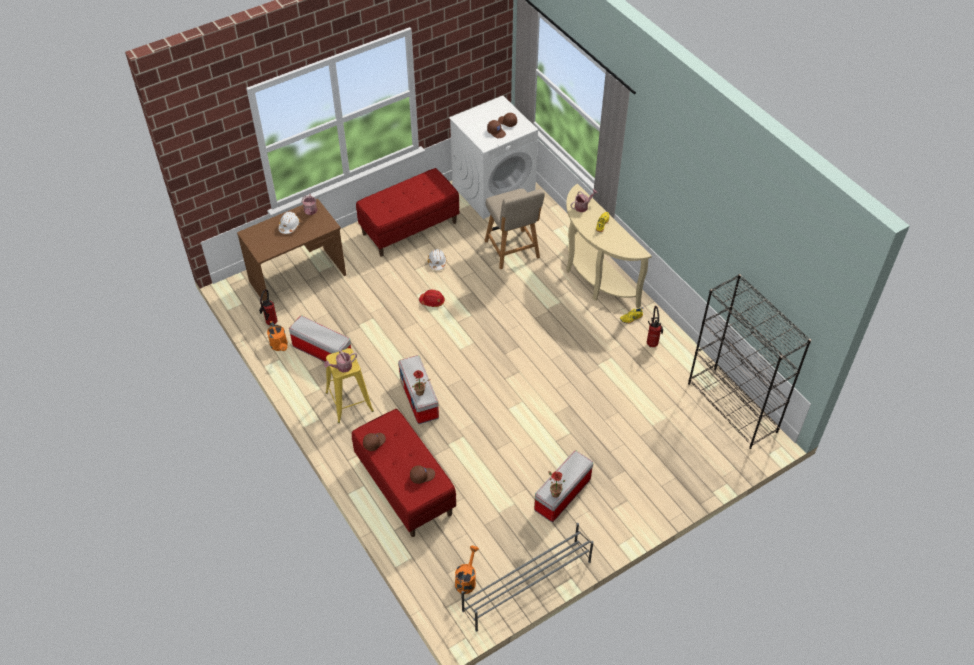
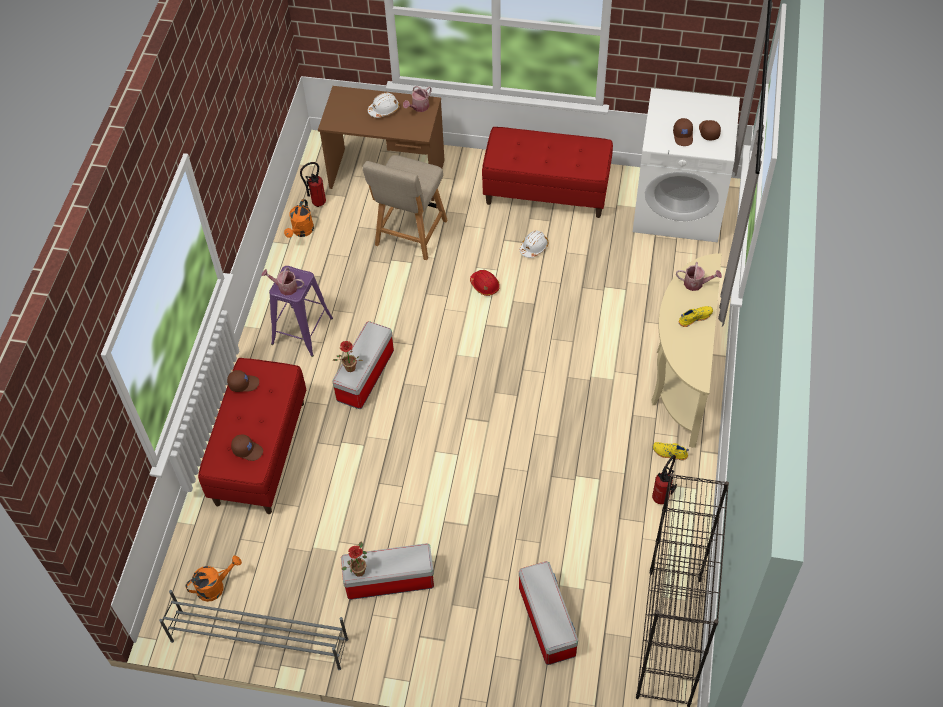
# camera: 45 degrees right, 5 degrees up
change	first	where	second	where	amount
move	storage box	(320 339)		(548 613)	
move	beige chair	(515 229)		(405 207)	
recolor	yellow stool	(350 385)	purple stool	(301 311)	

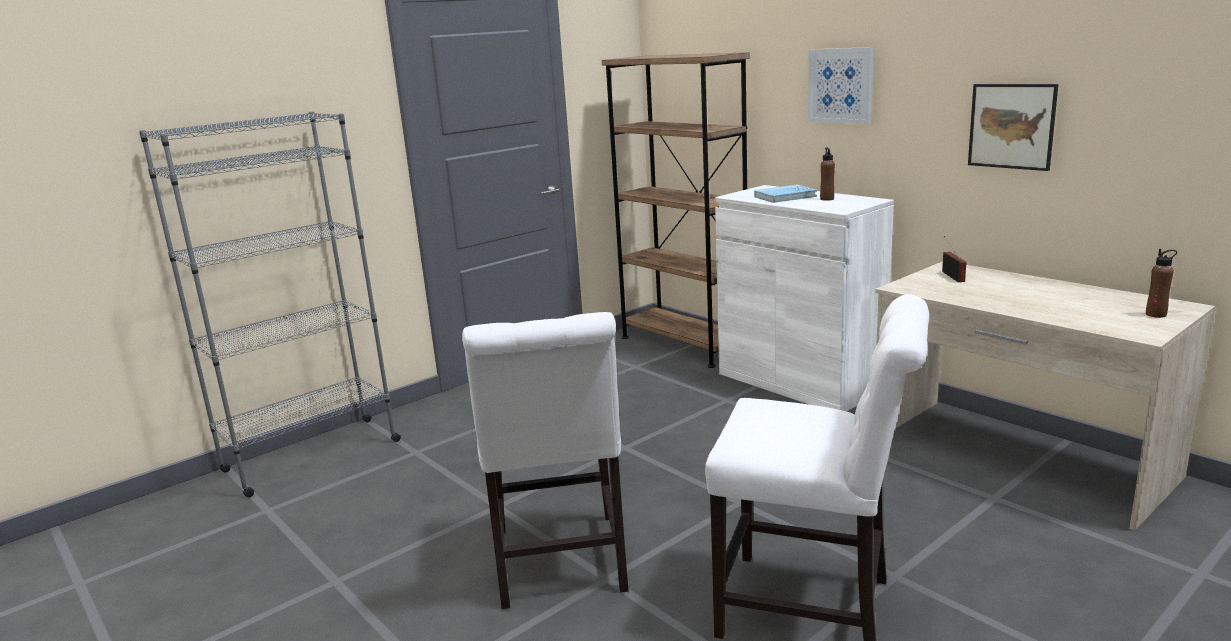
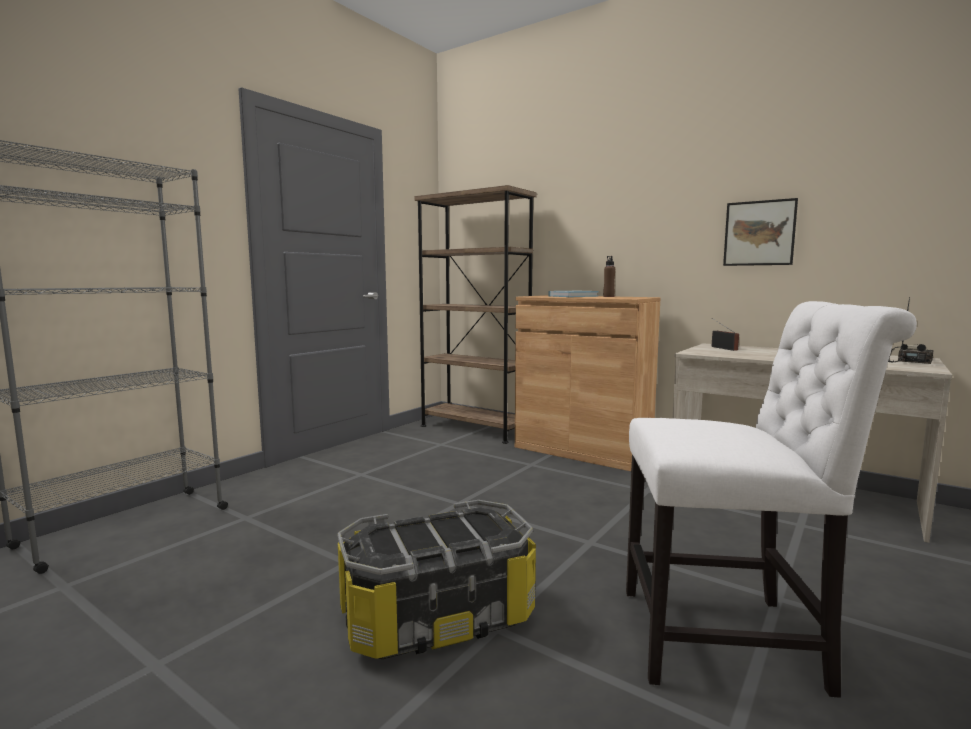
# camera: 15 degrees left, 10 degrees down
change	first	where	second	where	amount
delete	picture	(841 85)			
replace	white chair	(545 460)	storage box	(437 580)	
replace	brown bottle	(1161 283)	radio	(911 330)	
recolor	white cabinet	(804 298)	brown cabinet	(588 383)	

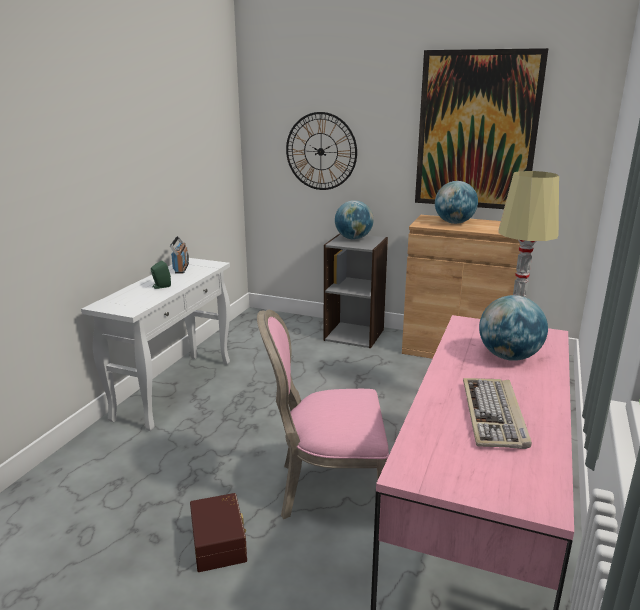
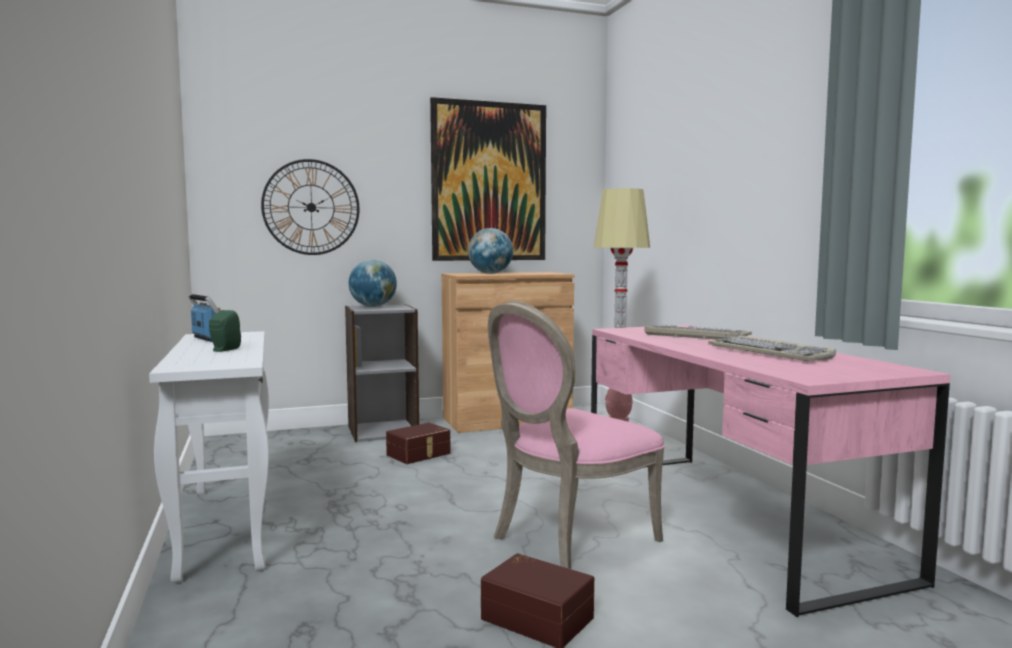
# camera: 40 degrees left, 15 degrees down
change	first	where	second	where	amount
insert			brown storage box	(418 443)	
replace	globe	(513 328)	keyboard	(698 332)	

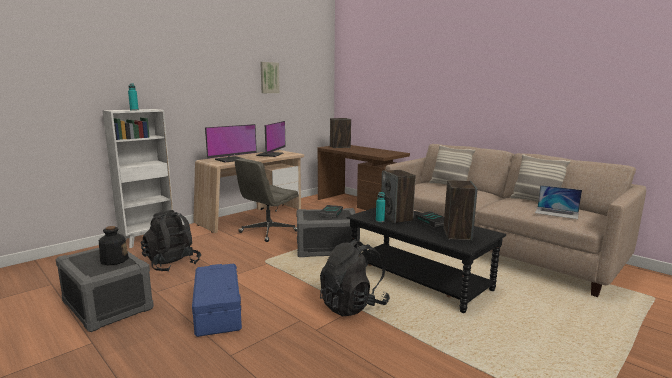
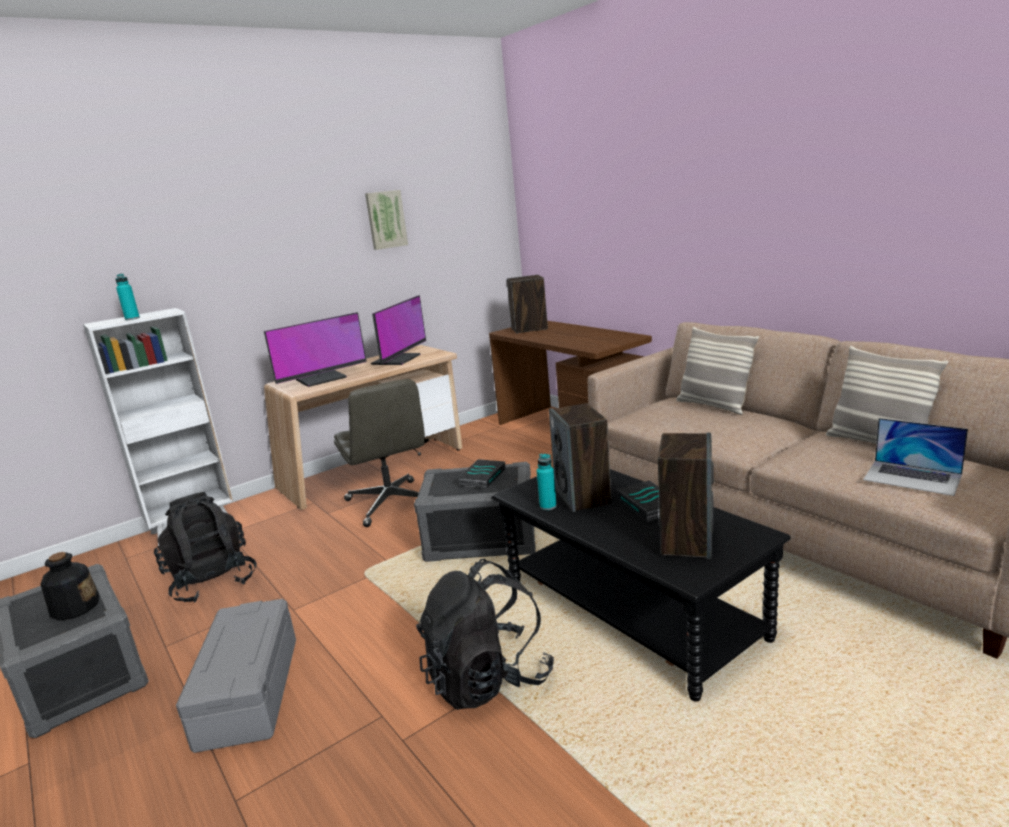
# camera: 10 degrees right, 5 degrees up
change	first	where	second	where	amount
recolor	blue storage box	(217 300)	grey storage box	(236 676)	
rotate	grey office chair	(267 200)		(379 453)	75 degrees counterclockwise

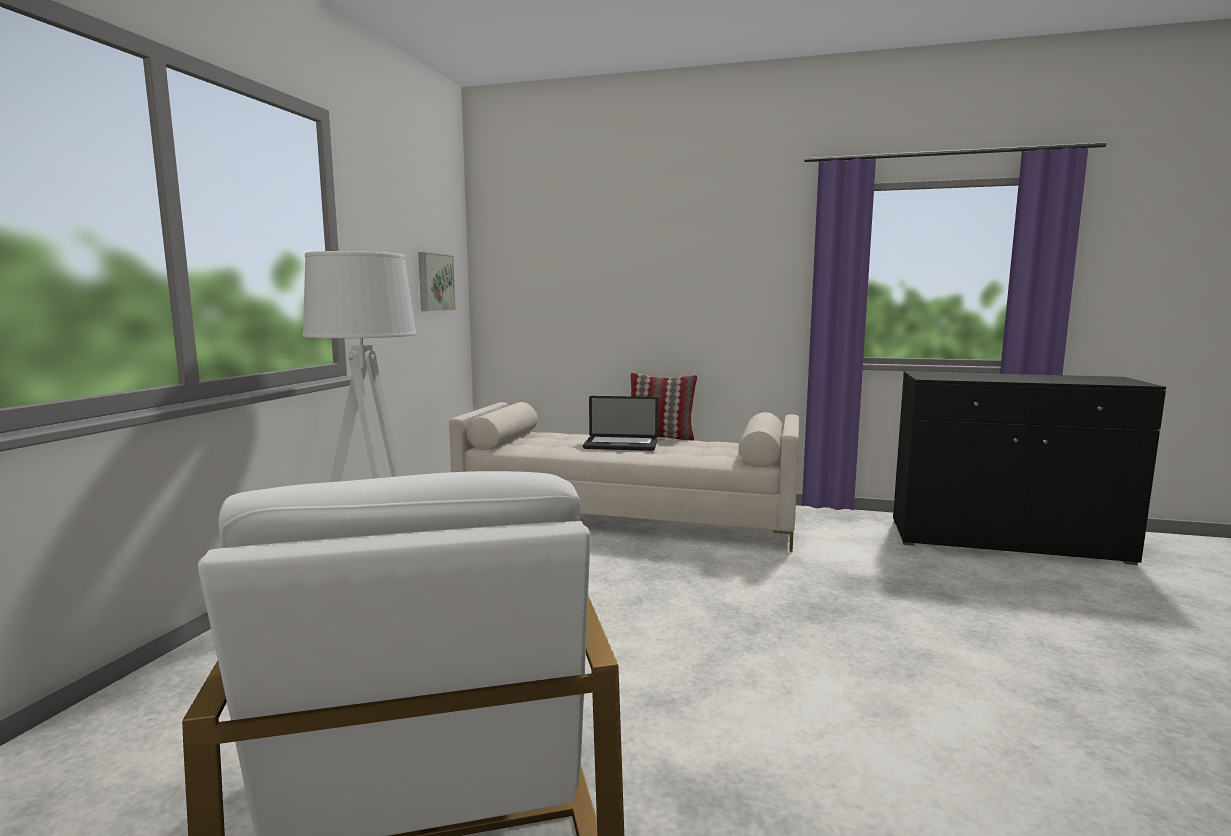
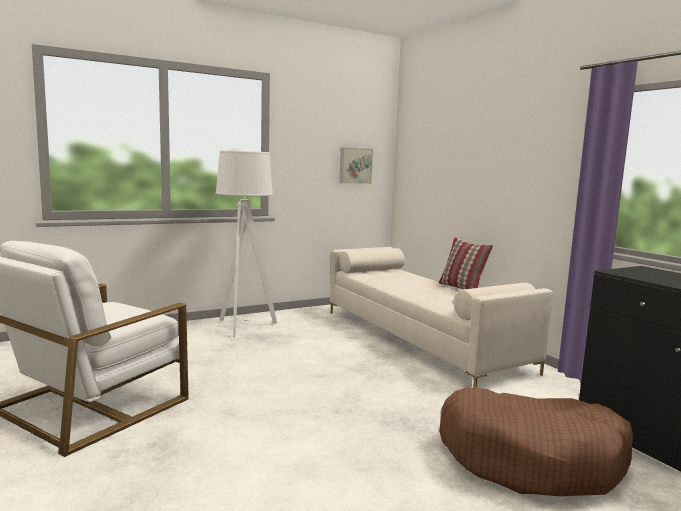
# camera: 45 degrees right, 0 degrees up
change	first	where	second	where	amount
delete	laptop	(620 423)			
insert			brown dog bed	(536 442)	

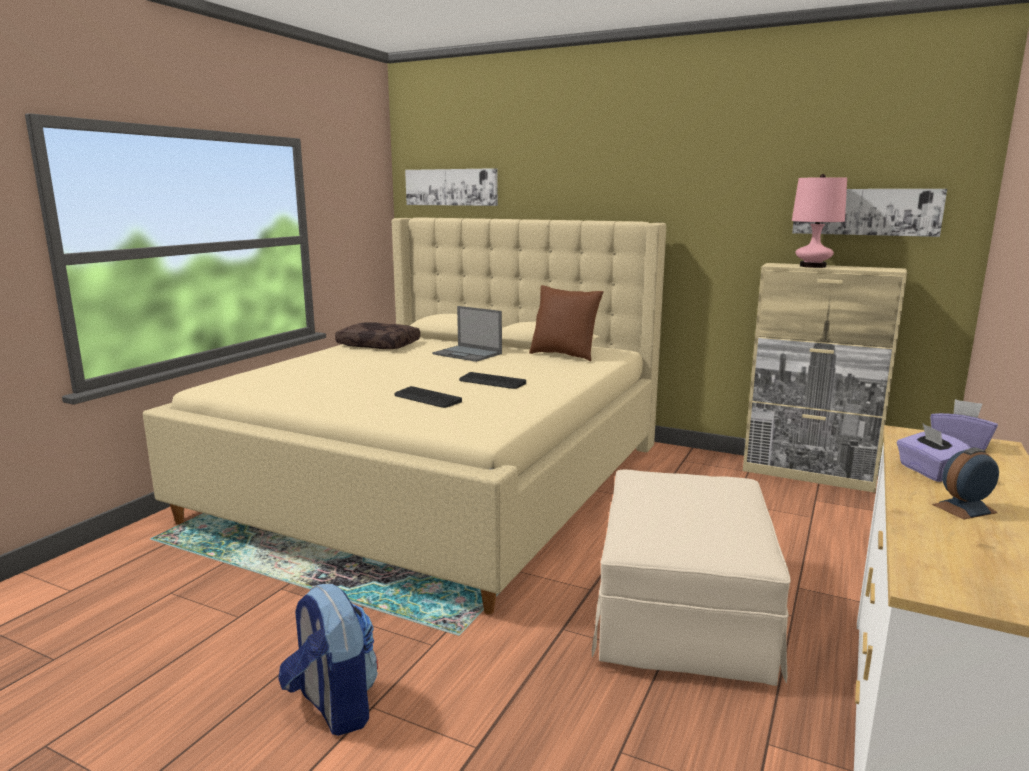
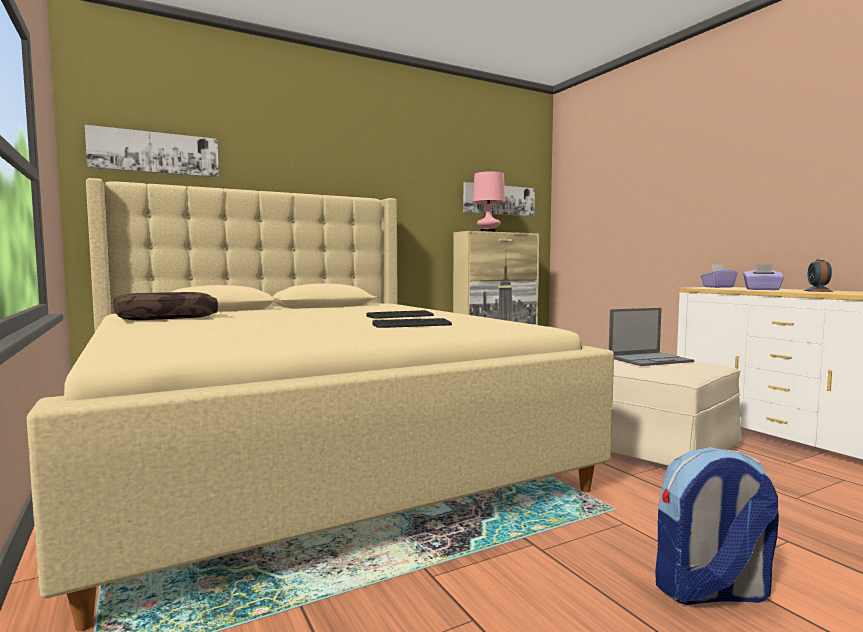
# camera: 55 degrees left, 10 degrees down
change	first	where	second	where	amount
delete	brown pillow	(566 323)			
move	laptop	(467 334)		(651 337)	

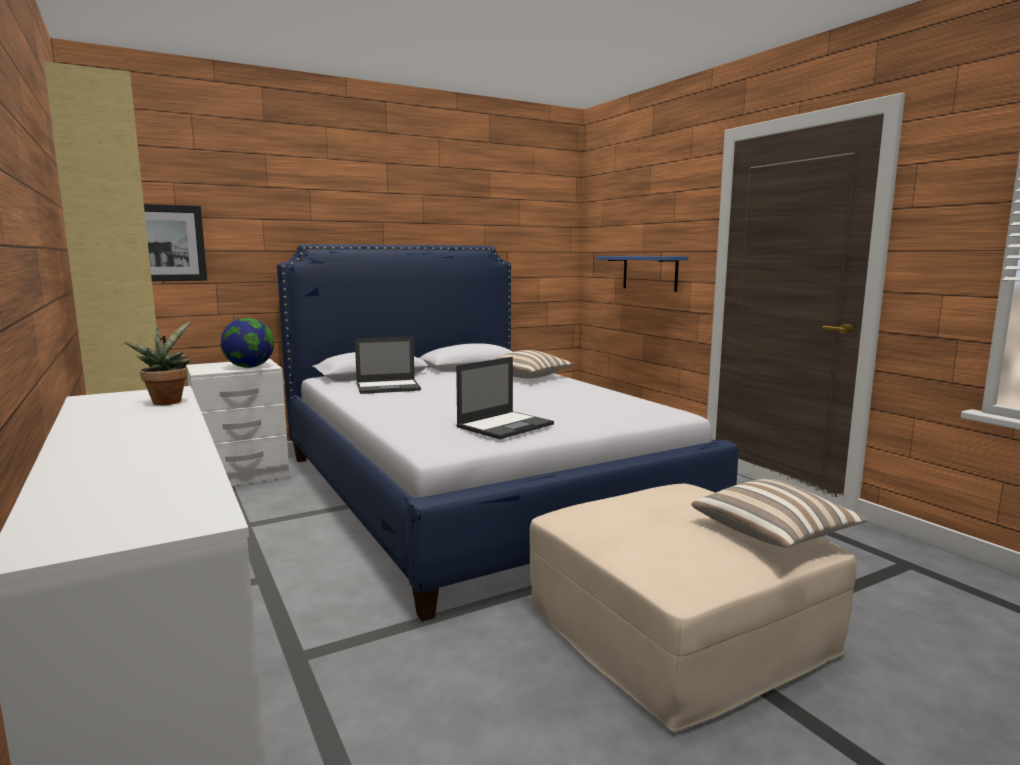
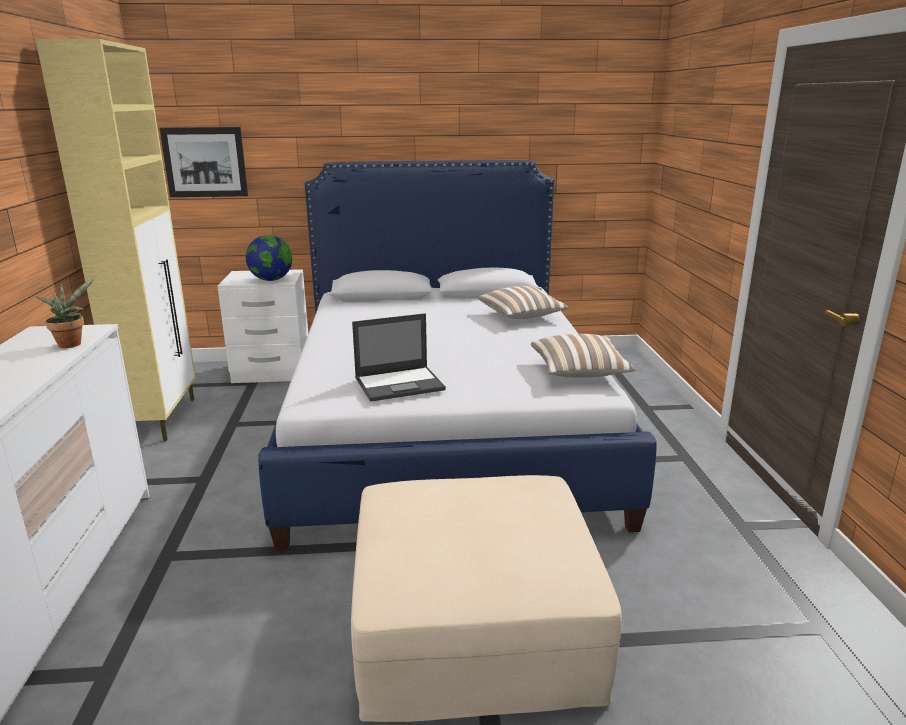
# camera: 25 degrees right, 10 degrees up
change	first	where	second	where	amount
delete	laptop	(388 365)			
delete	blue shelf	(642 274)			
move	pillow	(779 513)		(583 356)	

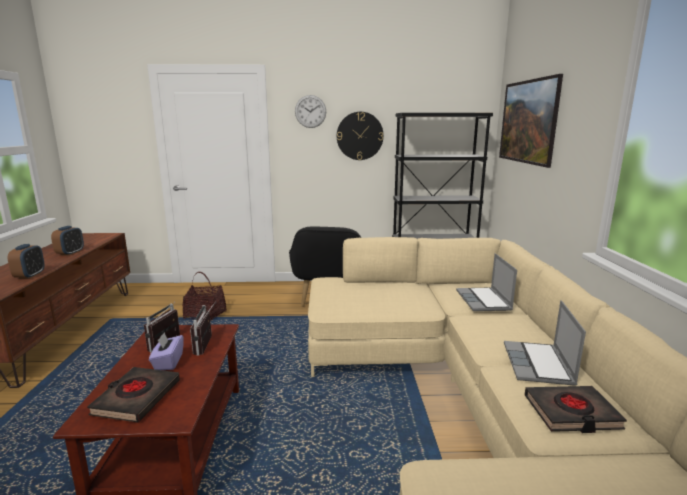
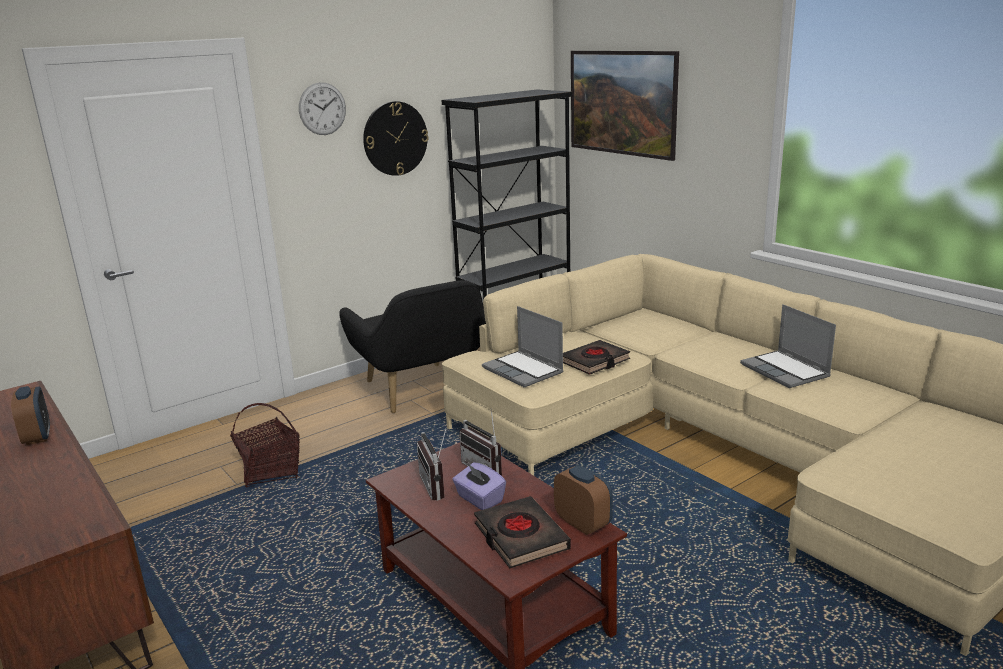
# camera: 35 degrees left, 5 degrees up
change	first	where	second	where	amount
move	alarm clock	(26 261)		(583 500)	
move	laptop	(486 282)		(523 346)	
move	black book	(576 409)		(596 357)	

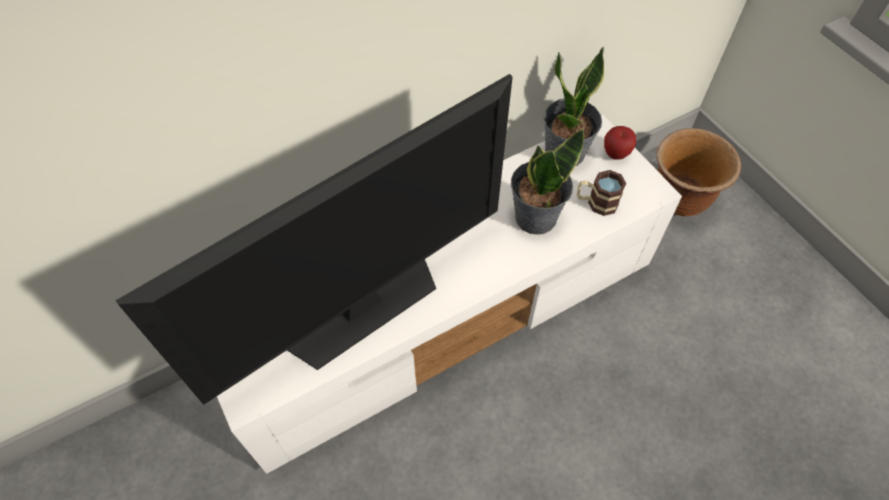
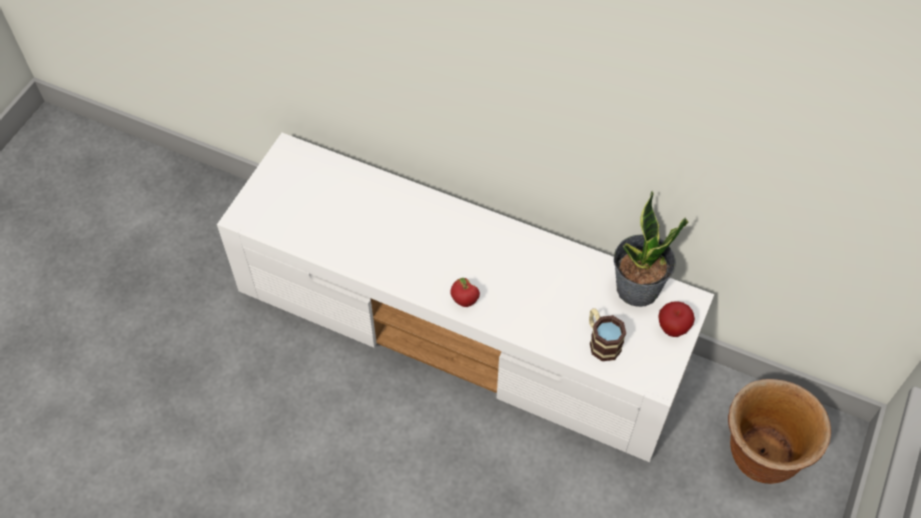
# camera: 55 degrees right, 0 degrees up
change	first	where	second	where	amount
delete	television	(314 239)			
delete	potted plant	(547 182)			
insert			apple	(465 292)	

